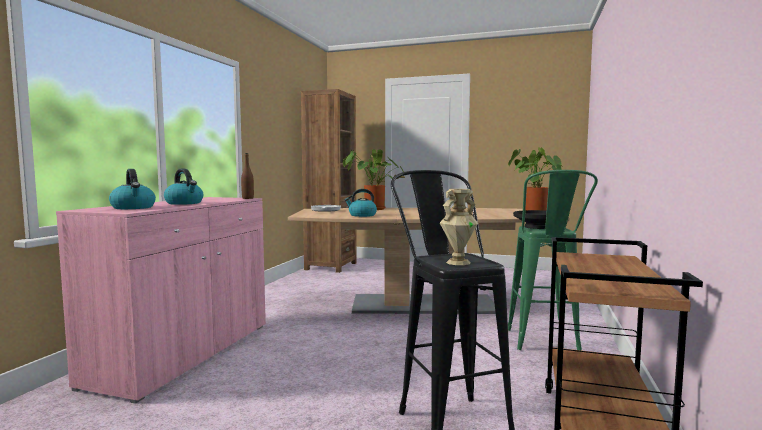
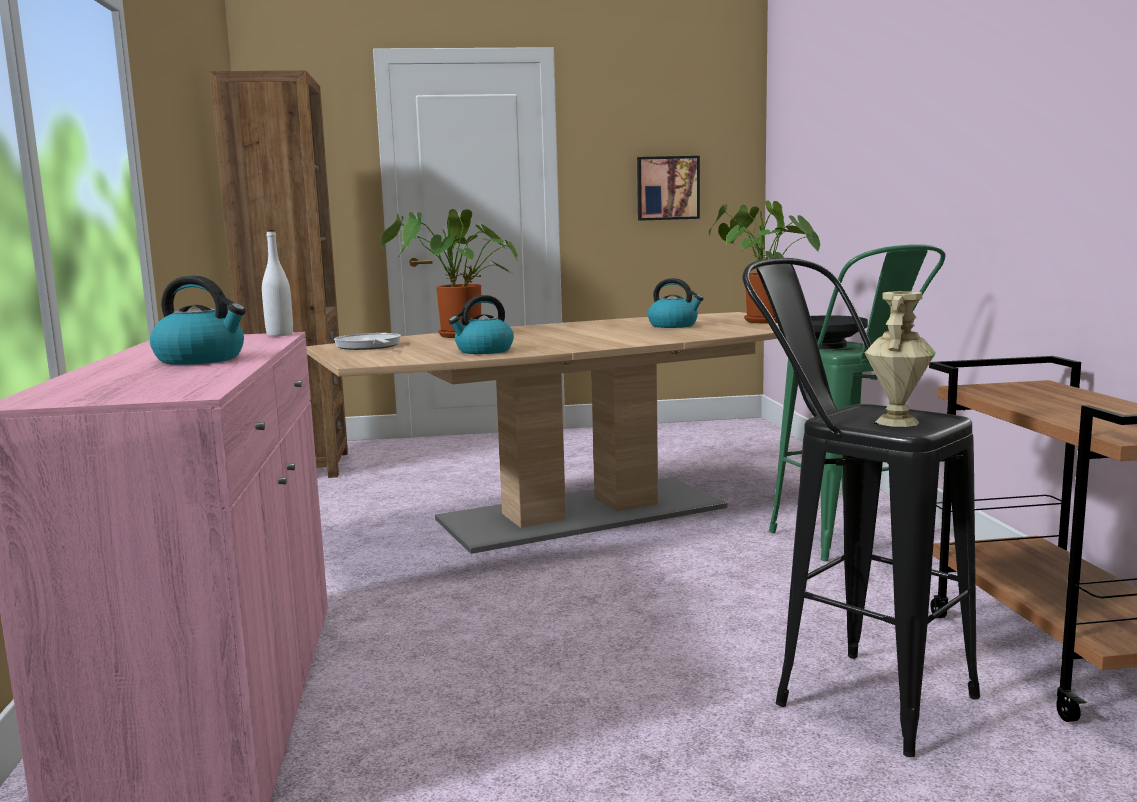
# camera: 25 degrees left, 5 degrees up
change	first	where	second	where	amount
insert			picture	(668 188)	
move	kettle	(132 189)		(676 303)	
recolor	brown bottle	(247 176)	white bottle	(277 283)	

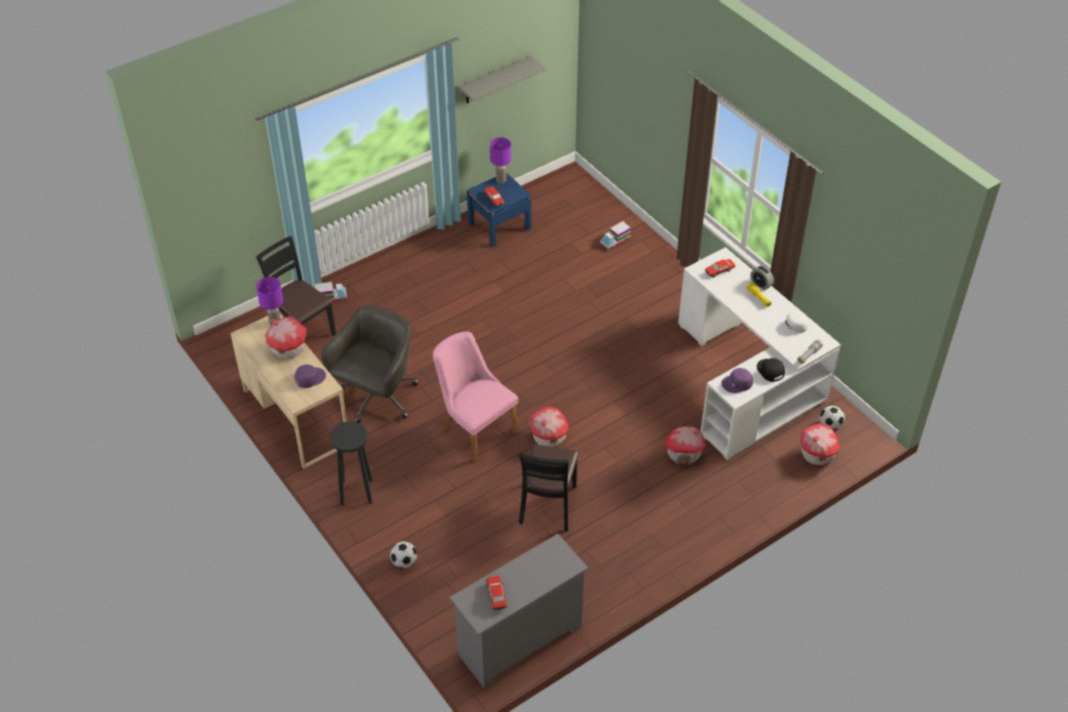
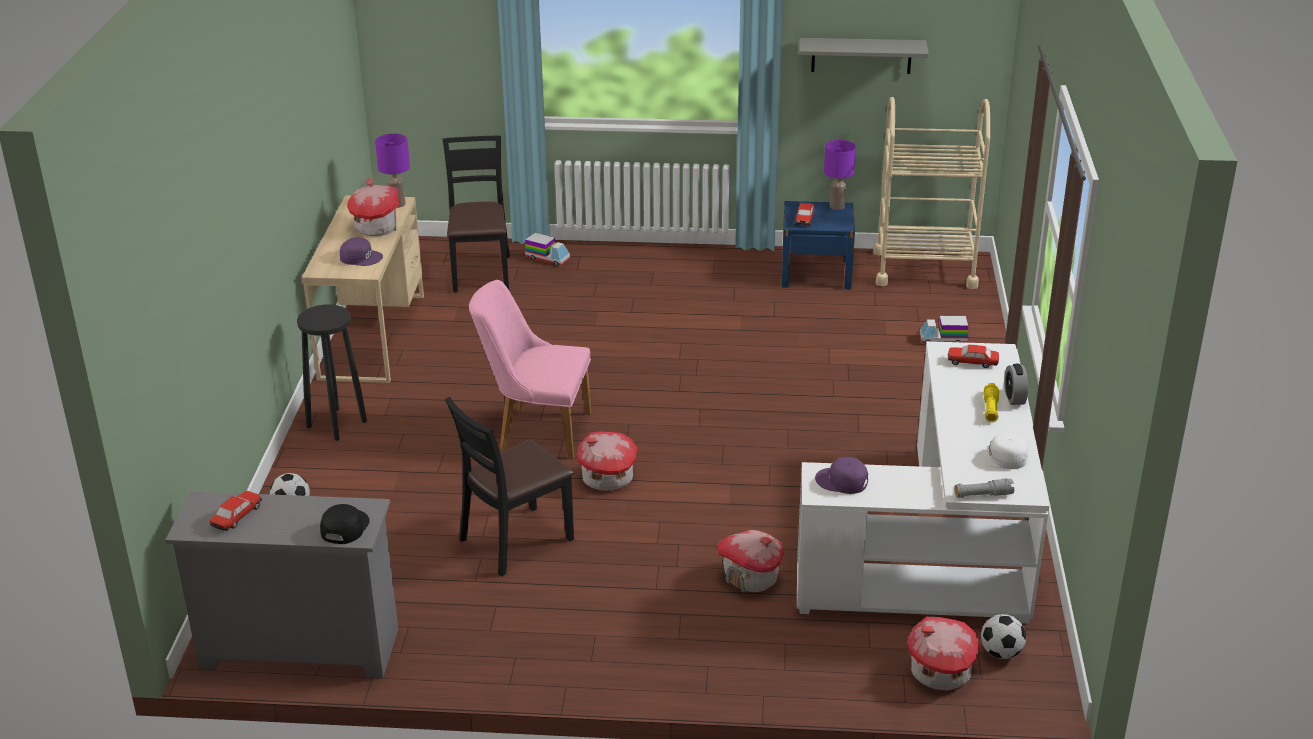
# camera: 40 degrees right, 15 degrees down
change	first	where	second	where	amount
delete	grey office chair	(370 364)			
insert			beige cart	(931 193)	
move	black cap	(771 370)		(345 524)	
rotate	pink chair	(475 397)		(530 369)	75 degrees counterclockwise

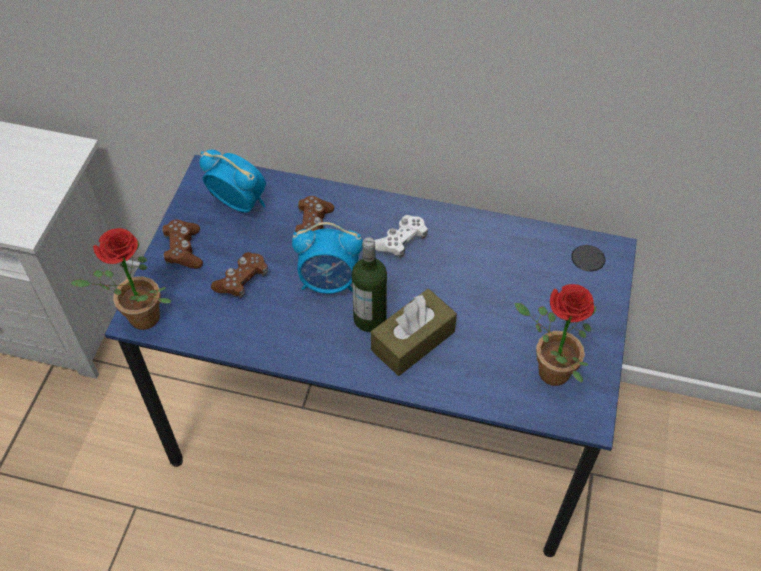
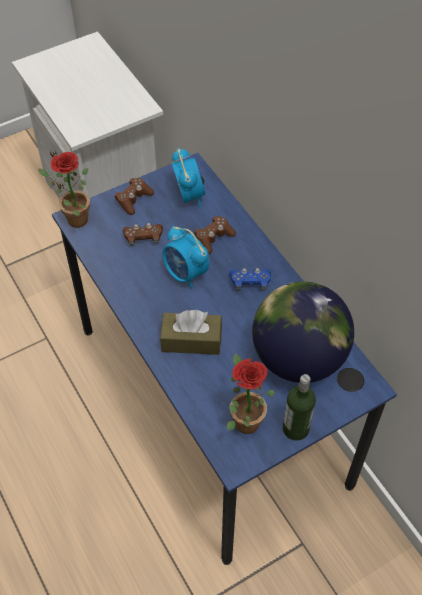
# camera: 45 degrees right, 0 degrees up
change	first	where	second	where	amount
insert			globe	(303 332)	
move	bottle	(369 284)		(299 407)	
recolor	white game controller	(401 236)	blue game controller	(250 279)	

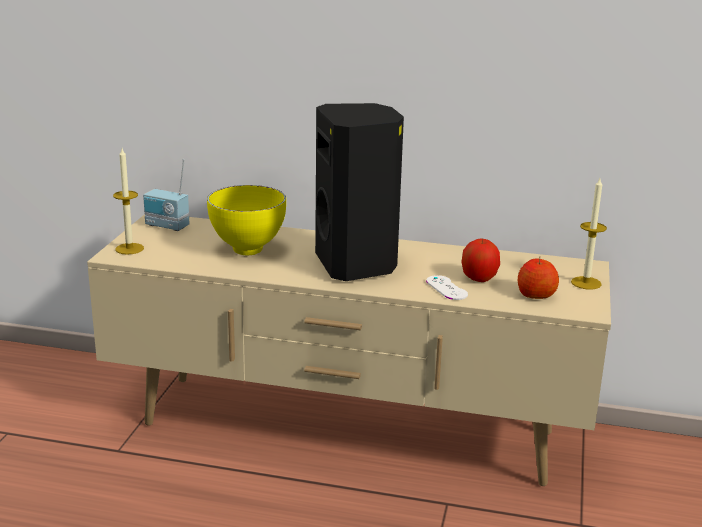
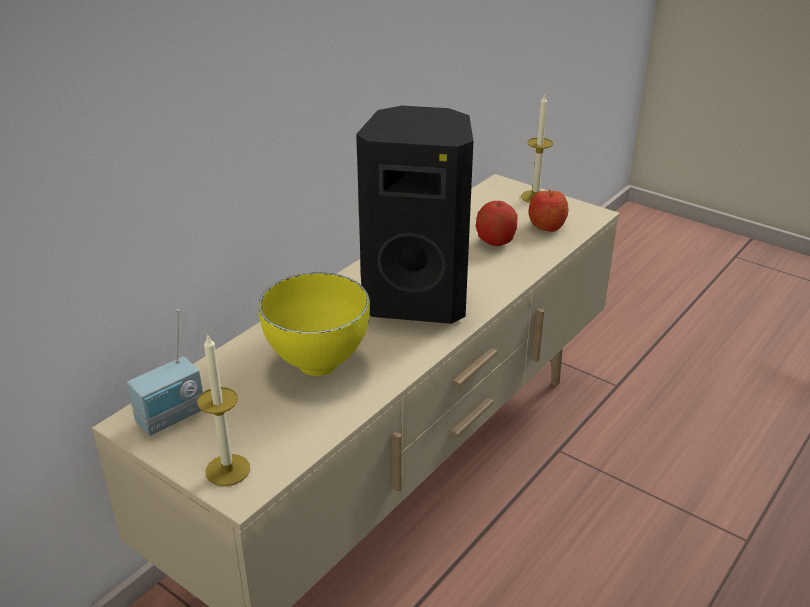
# camera: 65 degrees left, 10 degrees up
change	first	where	second	where	amount
delete	white game controller	(447 287)			

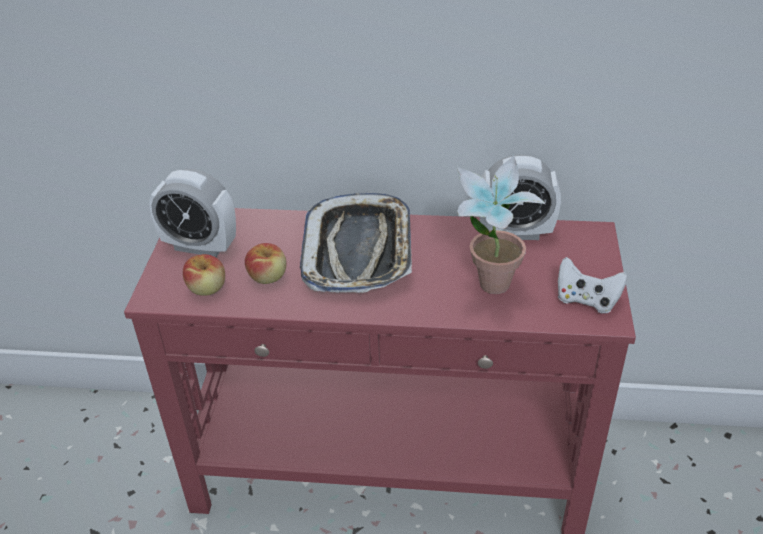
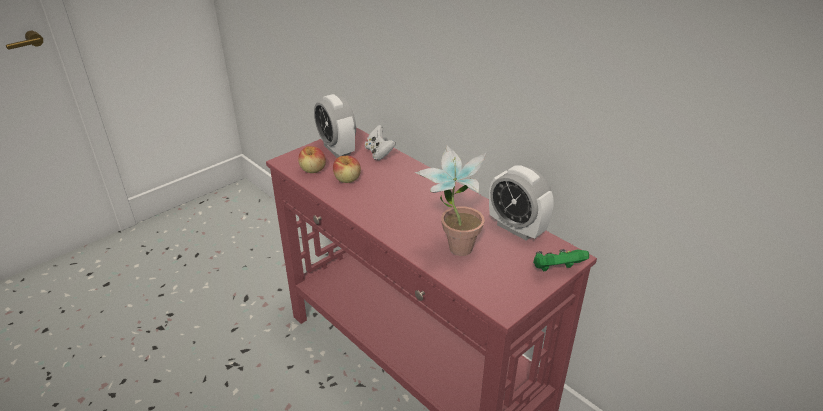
# camera: 40 degrees right, 5 degrees down
change	first	where	second	where	amount
delete	tray	(356 243)			
insert			green game controller	(561 260)	
move	white game controller	(592 285)		(380 142)	

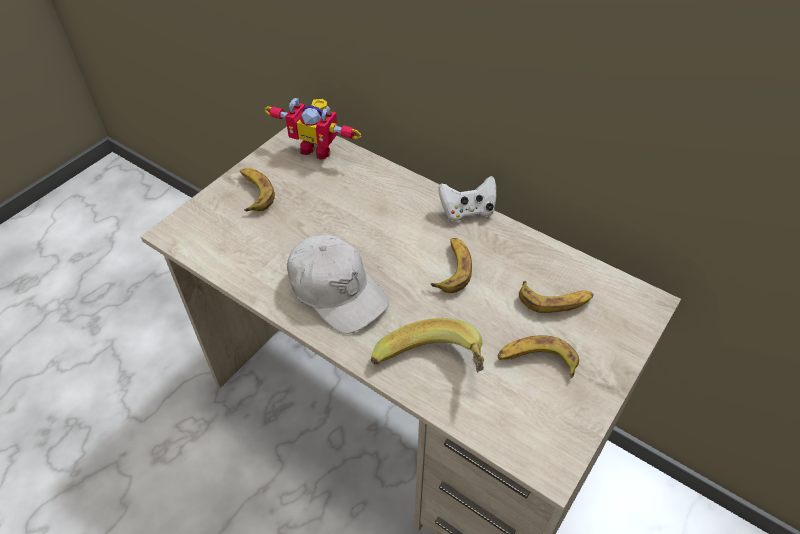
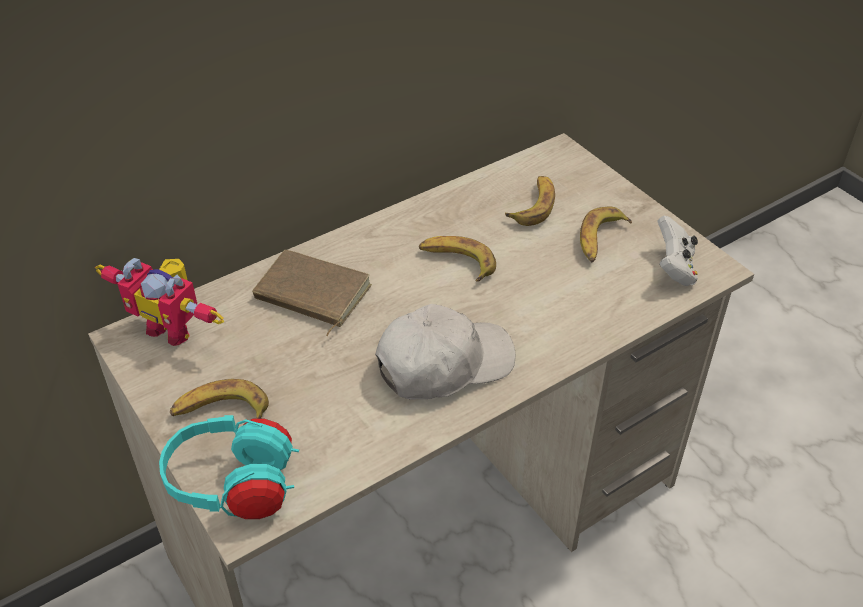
# camera: 70 degrees left, 5 degrees down
change	first	where	second	where	amount
delete	banana	(427 345)			
insert			turquoise headphones	(229 467)	
insert			brown book	(312 293)	
move	white game controller	(467 199)		(677 251)	
rotate	toy robot	(312 129)		(159 302)	75 degrees clockwise

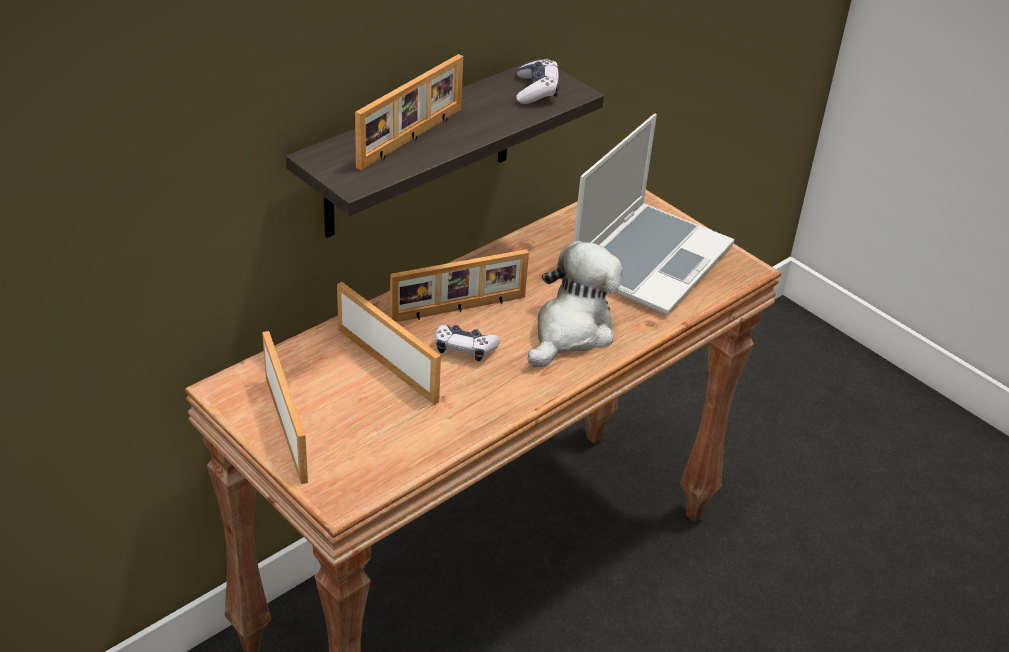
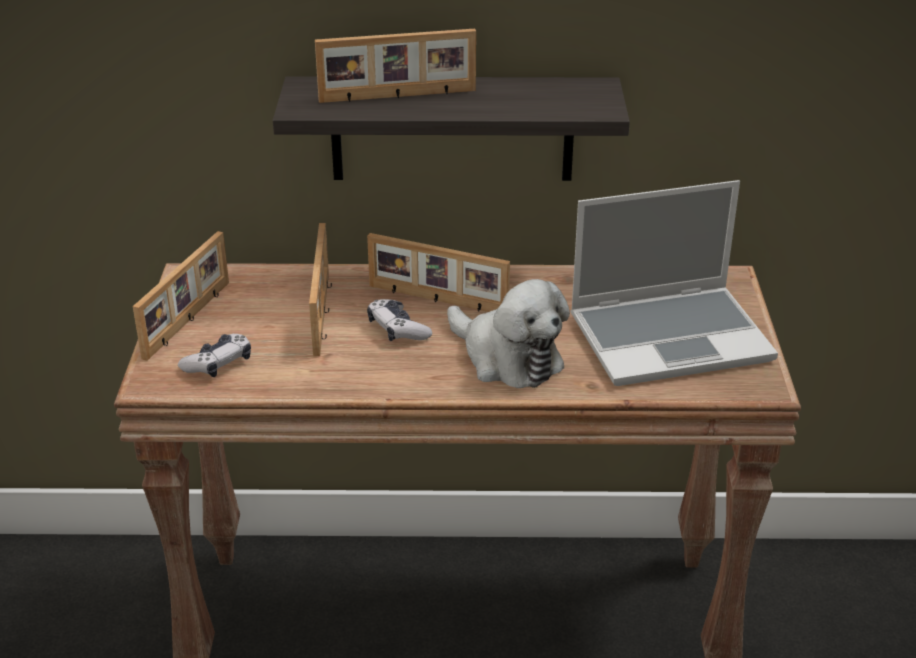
# camera: 45 degrees right, 5 degrees down
change	first	where	second	where	amount
move	game controller	(537 81)		(214 355)	
rotate	plush toy	(575 304)		(508 333)	60 degrees clockwise

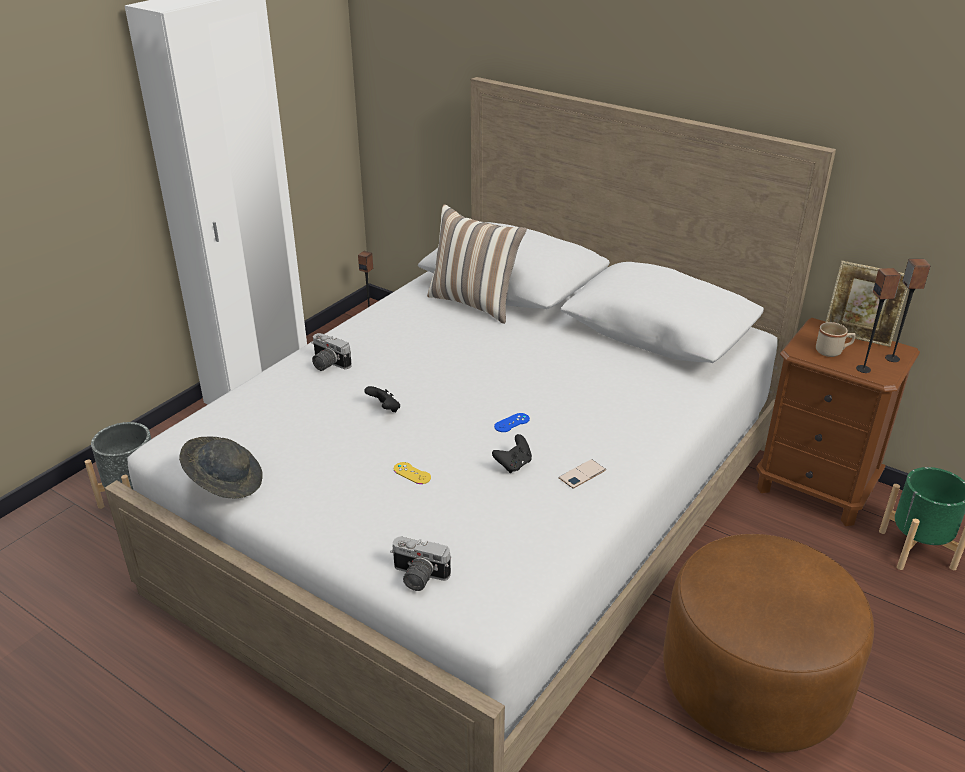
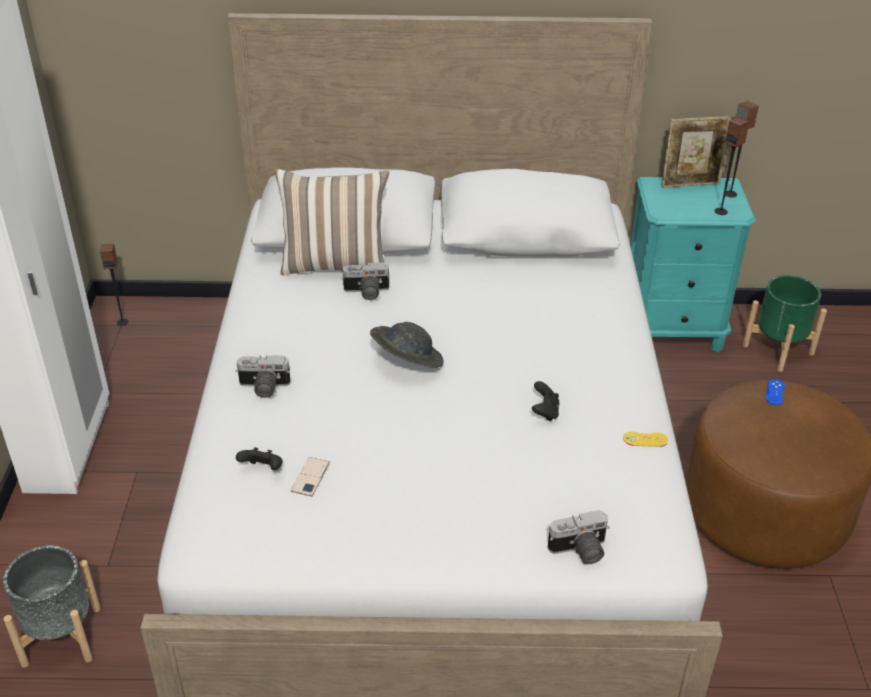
# camera: 35 degrees left, 5 degrees up
change	first	where	second	where	amount
delete	beige mug	(836 339)			
insert			photo camera	(366 281)	
move	grey hat	(221 467)		(407 345)	
move	black game controller	(382 399)		(259 458)	
move	yellow game controller	(412 473)		(645 439)	
move	blue game controller	(512 422)		(775 392)	
move	phone	(582 474)		(310 477)	
recolor	brown nightstand	(838 422)	turquoise nightstand	(693 265)	

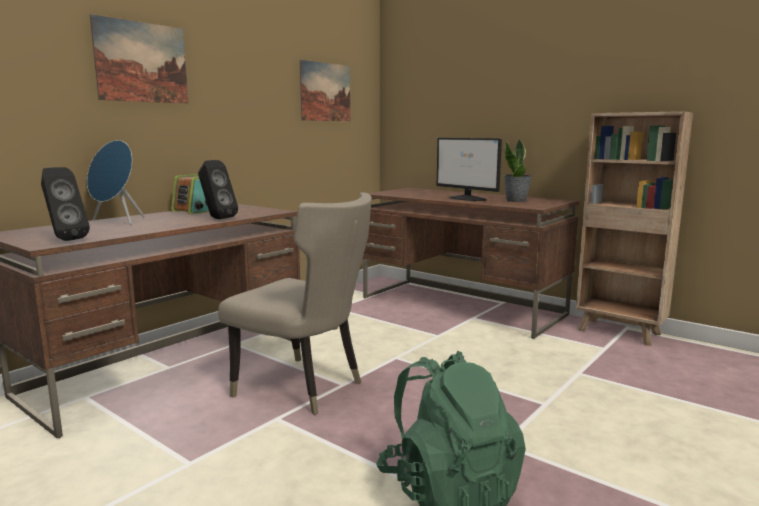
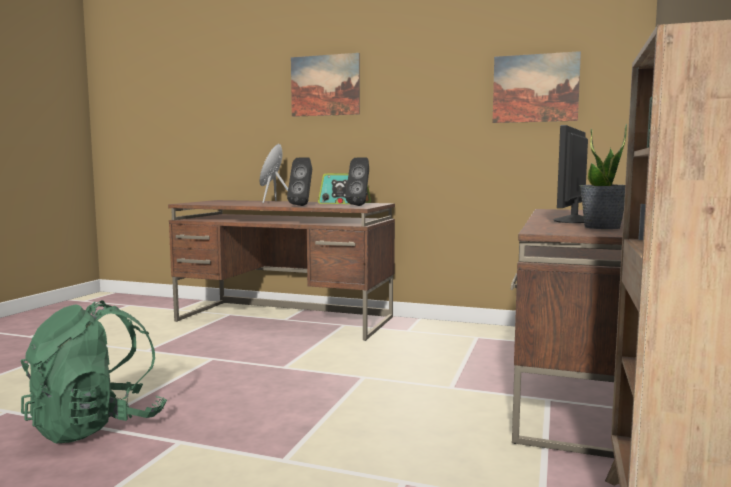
# camera: 70 degrees right, 5 degrees down
change	first	where	second	where	amount
delete	beige chair	(295 303)			
move	black speaker	(65 204)		(357 181)	

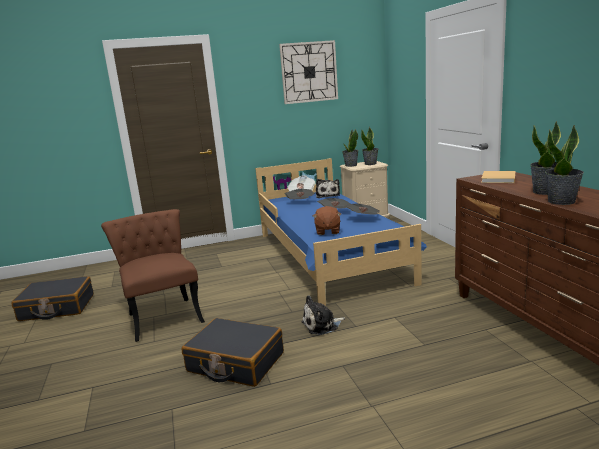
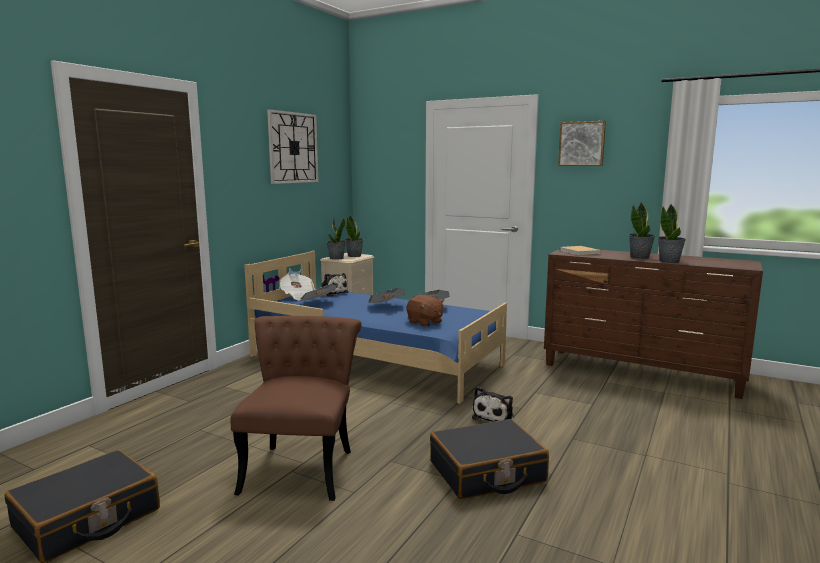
# camera: 45 degrees left, 5 degrees down
change	first	where	second	where	amount
insert			picture	(582 143)	
rotate	brown chair	(153 275)		(296 408)	75 degrees clockwise

